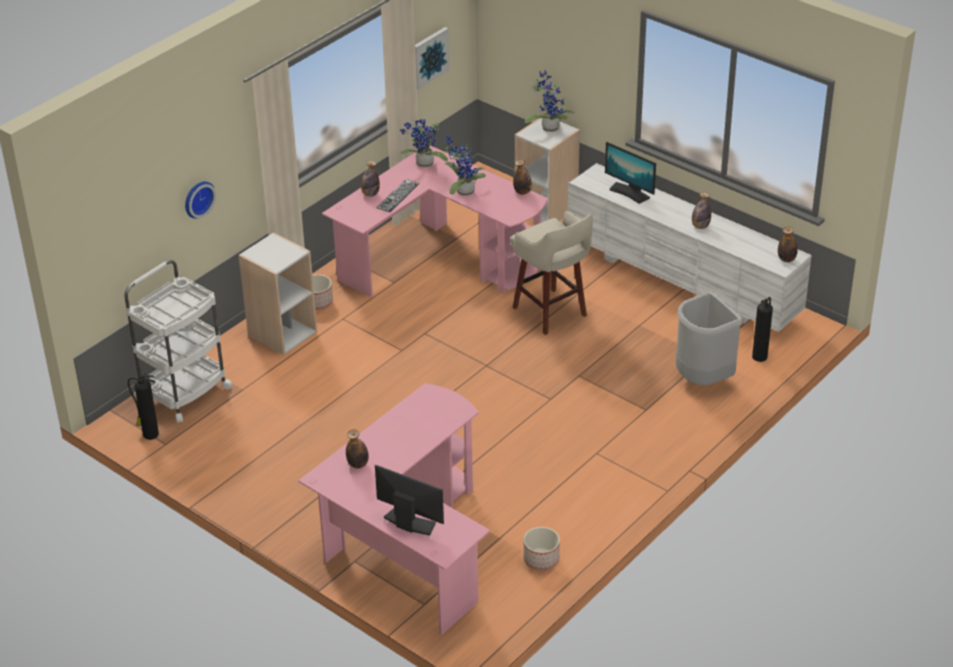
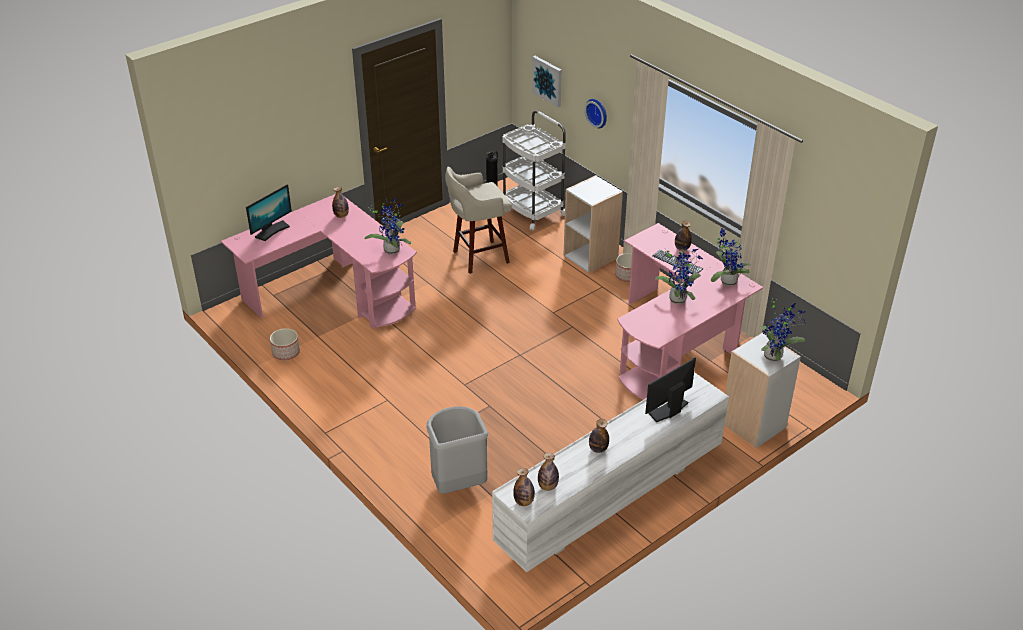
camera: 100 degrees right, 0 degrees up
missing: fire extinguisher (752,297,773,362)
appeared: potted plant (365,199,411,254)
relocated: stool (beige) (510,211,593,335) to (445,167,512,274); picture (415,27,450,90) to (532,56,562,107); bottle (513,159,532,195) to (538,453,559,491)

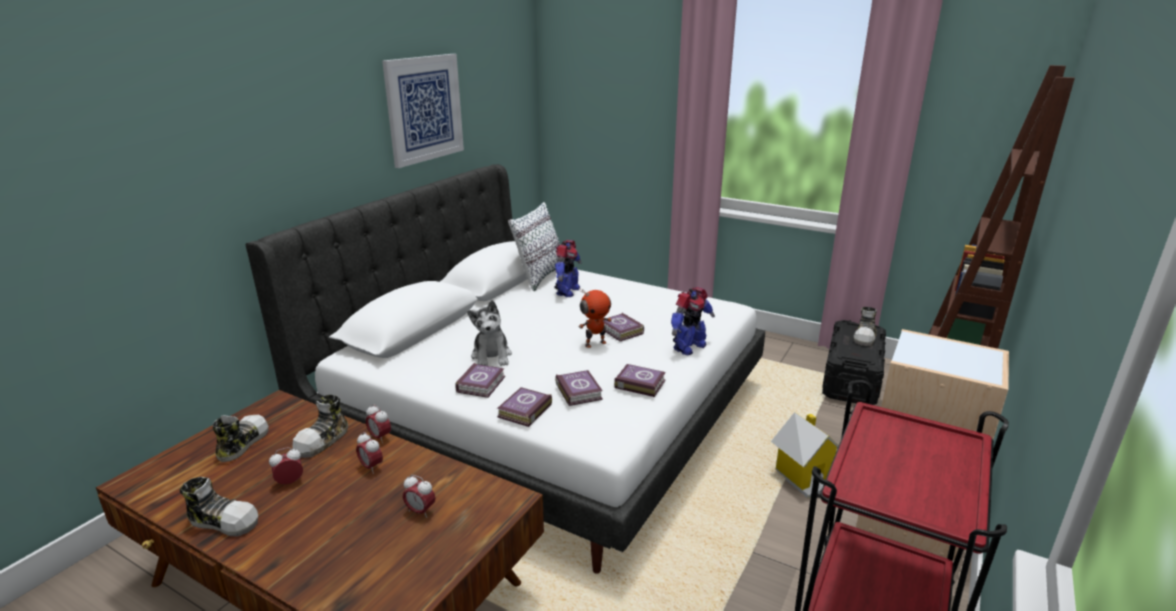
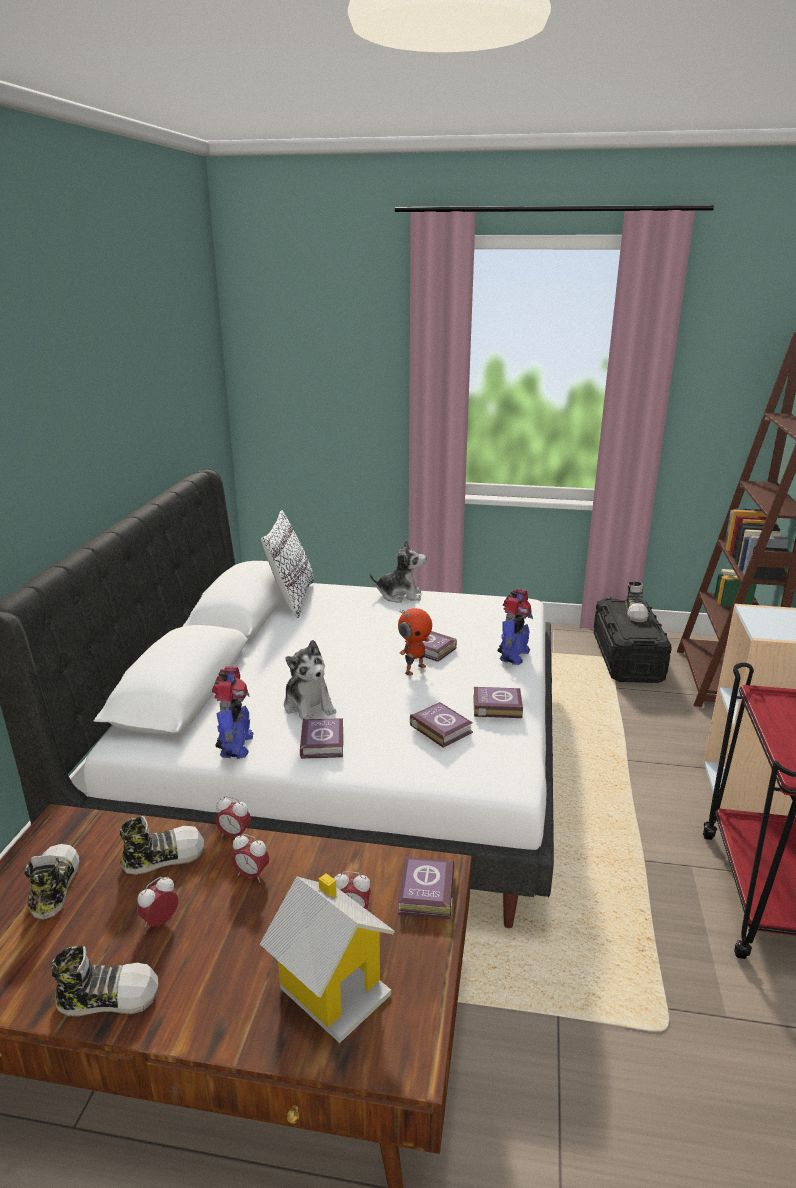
camera: 20 degrees left, 0 degrees up
missing: picture (382,54,464,168)
appeared: plush toy (369,539,426,603)
relocated: toy robot (554,240,582,297) to (212,666,254,759); toy house (771,412,839,498) to (260,873,395,1043); book (497,387,552,427) to (398,857,455,919)
spun: shoe (292,395,348,458) = (120,816,204,875) 120 degrees counterclockwise

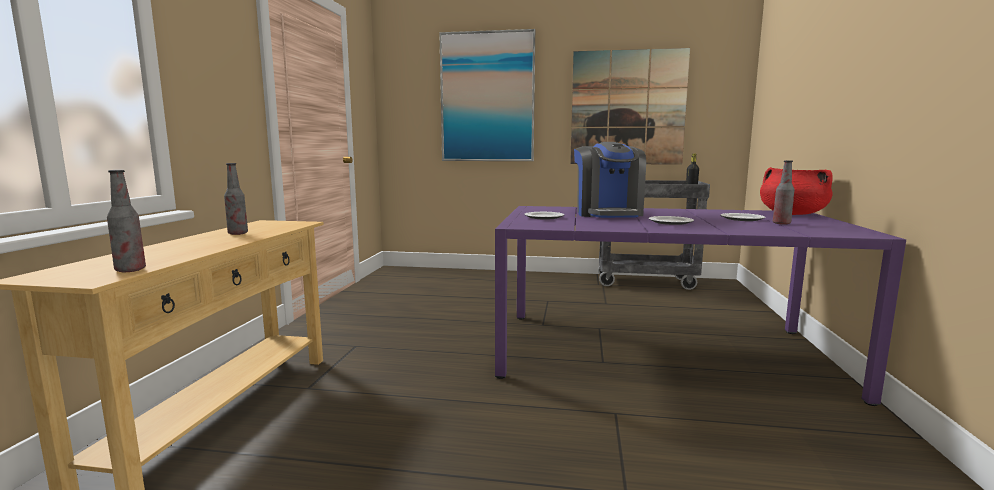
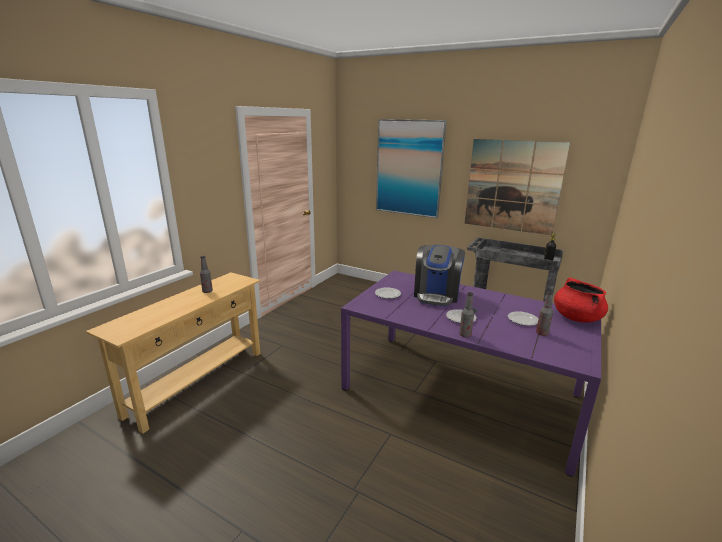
camera: 20 degrees right, 10 degrees up
relocated: bottle (107,170,146,272) to (459,292,474,337)

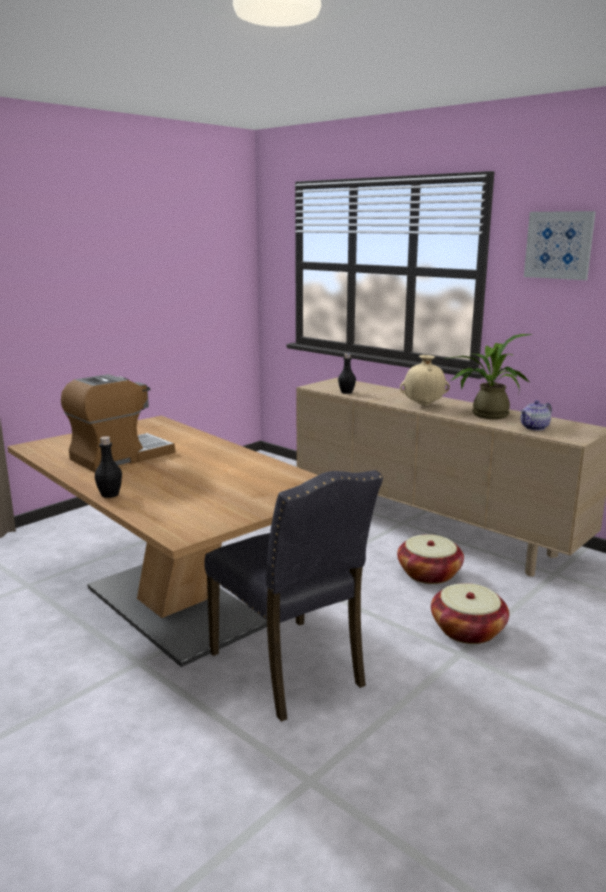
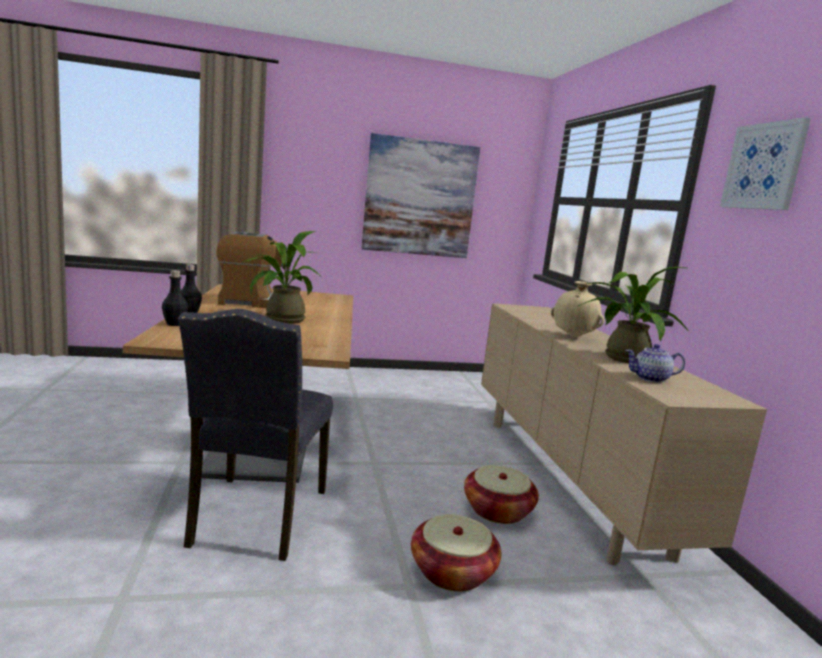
camera: 35 degrees right, 5 degrees down
appeared: potted plant (243,231,319,324); picture (361,133,481,258)
relocated: bottle (black) (338,353,356,394) to (162,270,188,326)

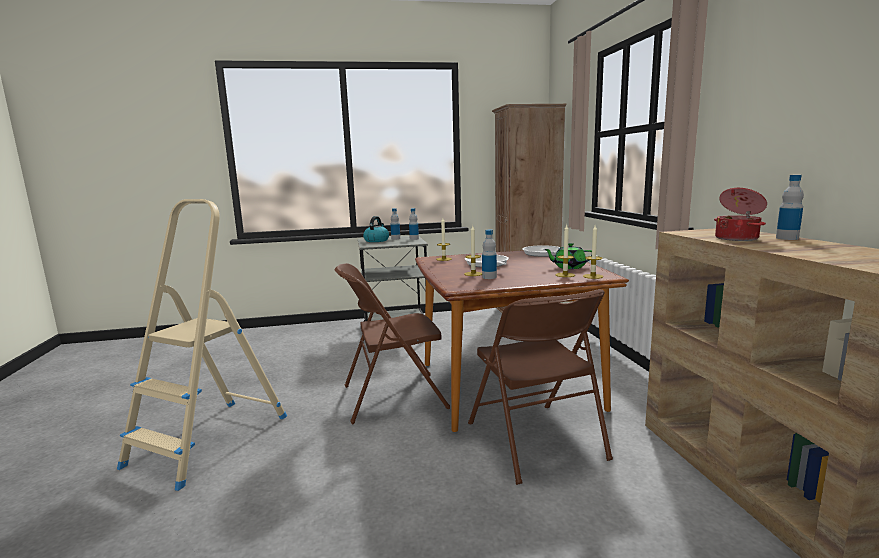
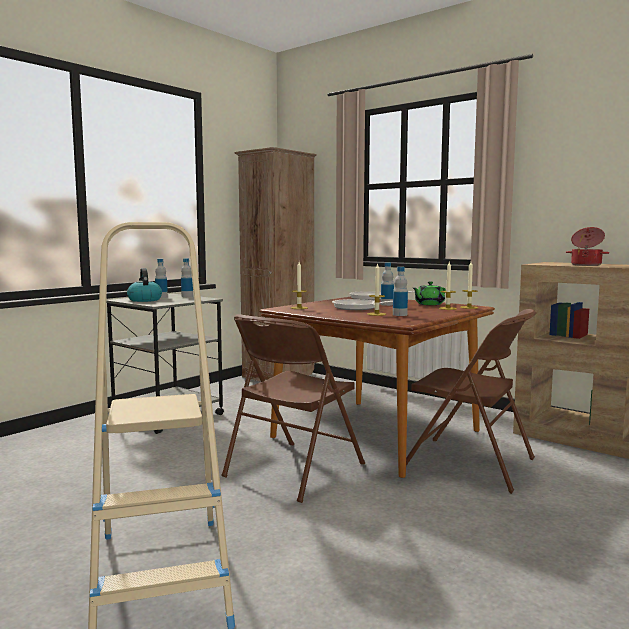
camera: 40 degrees left, 5 degrees down
relocated: bottle (776,175,804,240) to (381,262,394,306)

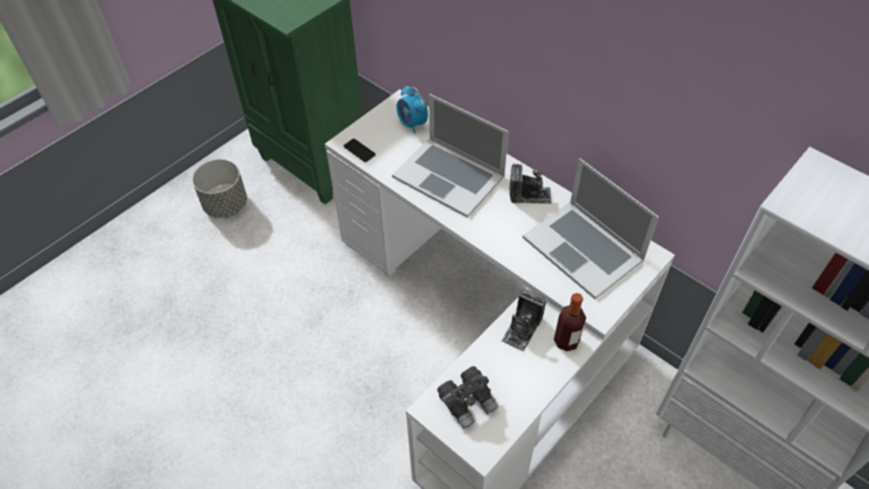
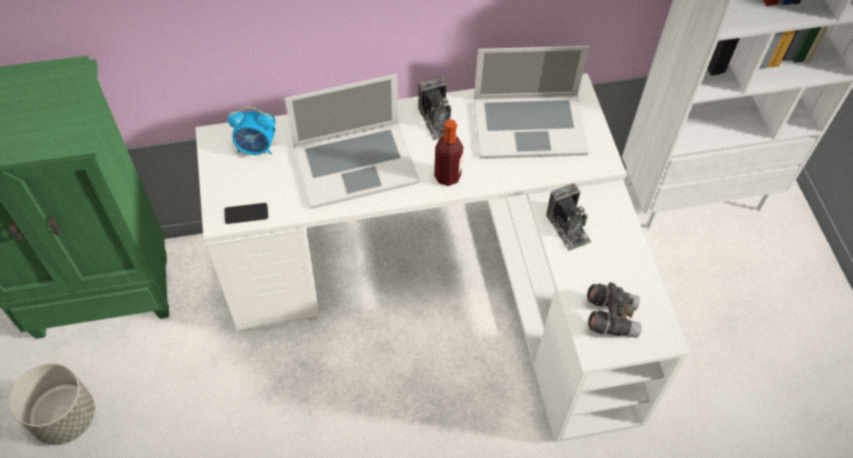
camera: 55 degrees left, 5 degrees up
relocated: bottle (554,293,586,351) to (434,119,463,186)
spun: photo camera (510,164,552,204) = (418,77,451,141) 120 degrees clockwise

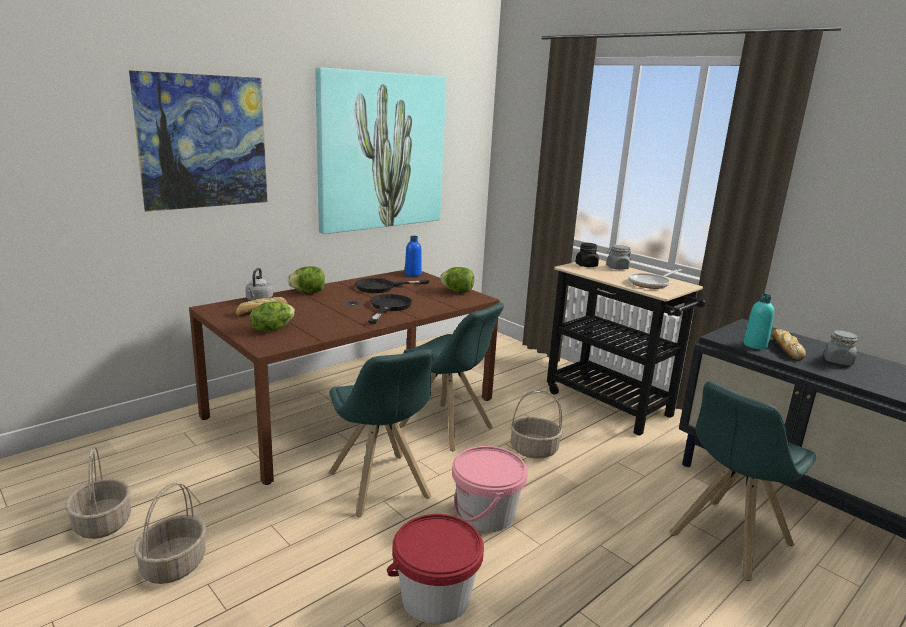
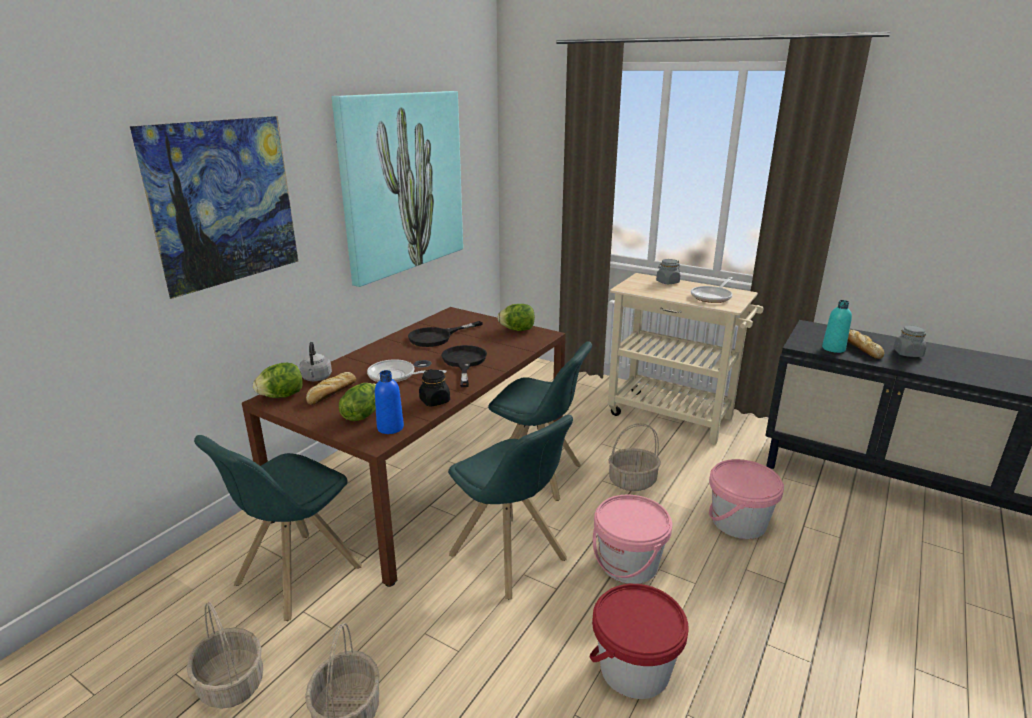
camera: 15 degrees left, 5 degrees up
appeared: frying pan (367,359,447,382); bucket (pink) (709,459,784,539)
relocated: chair (turquoise) (669,381,816,581) to (194,435,362,621); lettuce (288,266,325,293) to (253,363,303,398); bottle (blue) (405,236,421,276) to (375,370,404,434); jar (black) (575,243,599,267) to (419,369,450,407)
colour: cart (black) (547,259,705,436) to cart (beige) (608,273,764,445)

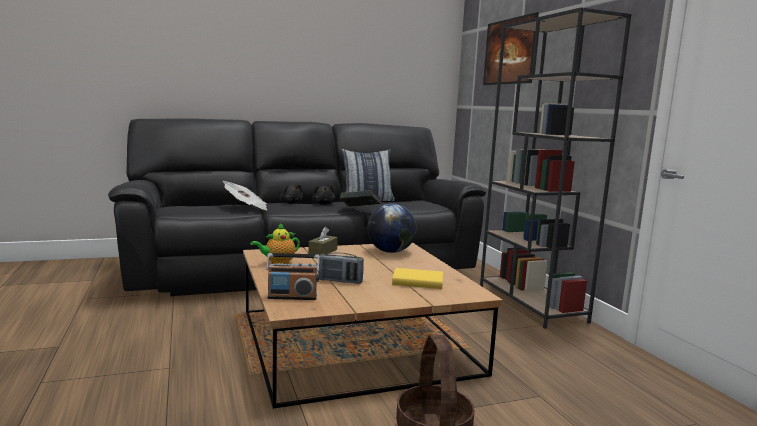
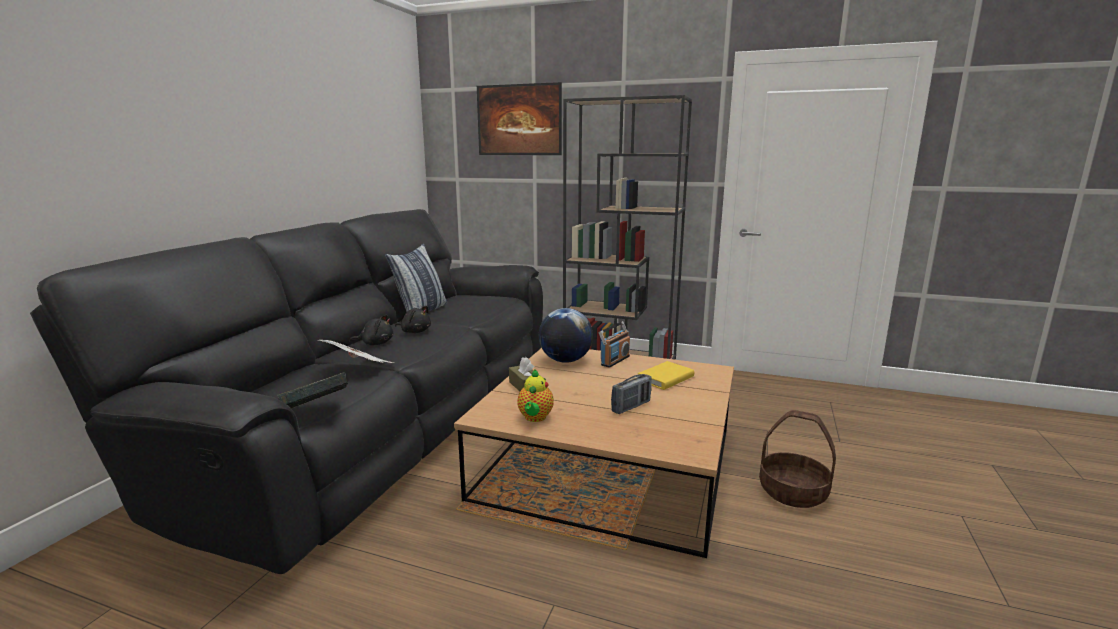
camera: 50 degrees left, 5 degrees up
relocated: book (340,190,381,207) to (277,372,348,408); radio (266,253,320,300) to (599,321,630,368)

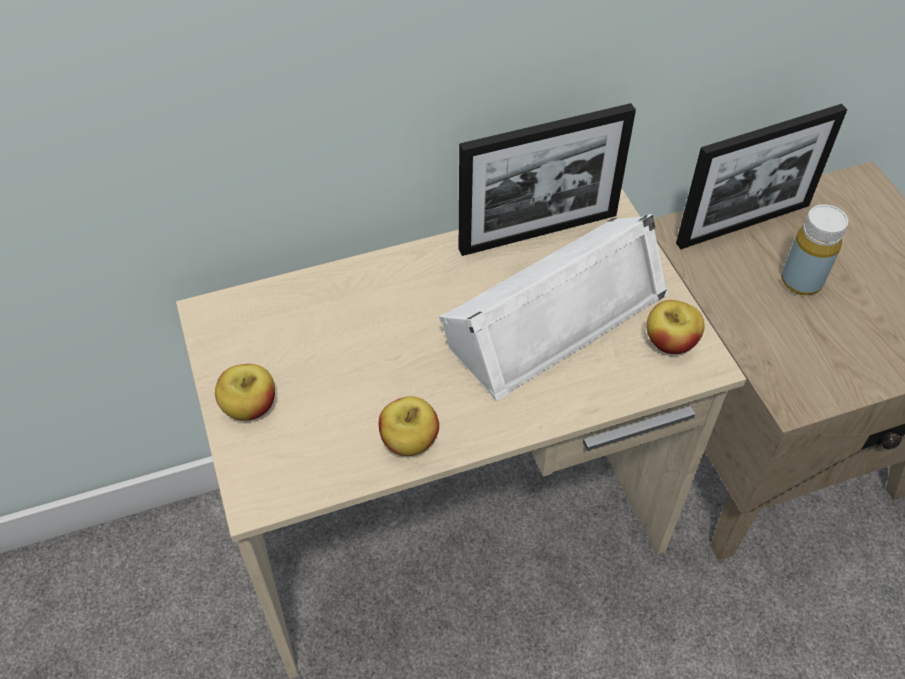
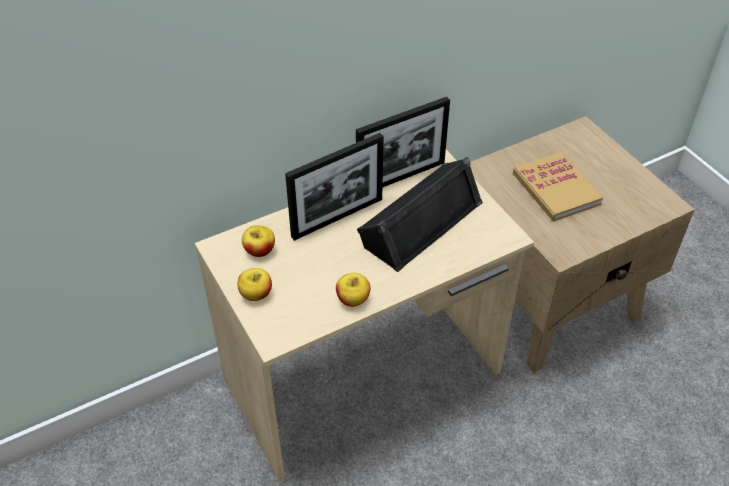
camera: 10 degrees left, 5 degrees down
relocated: apple (647,300,704,354) to (242,225,275,257); picture frame (676,104,848,249) to (285,133,384,241)
exchanged: bottle (yellow) (781,204,848,295) to book (513,152,603,221)
colour: speaker (white) (439,214,668,401) to speaker (black) (357,157,483,272)

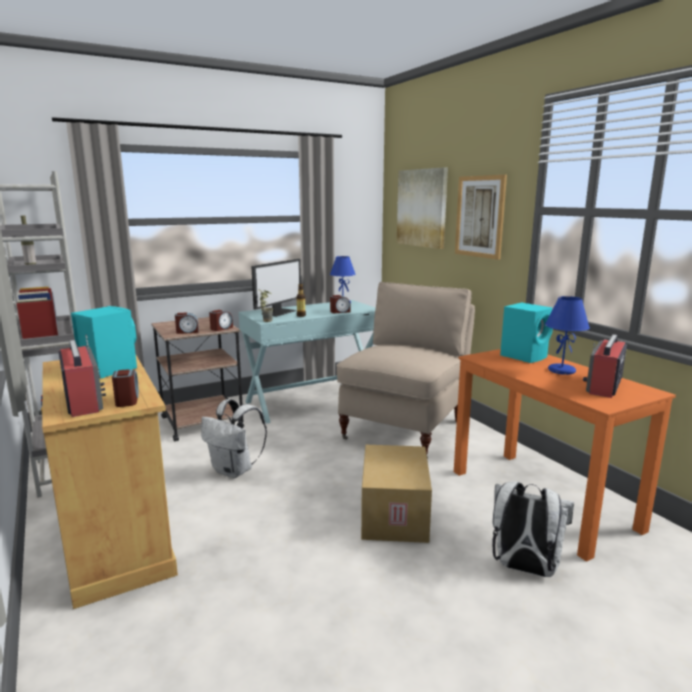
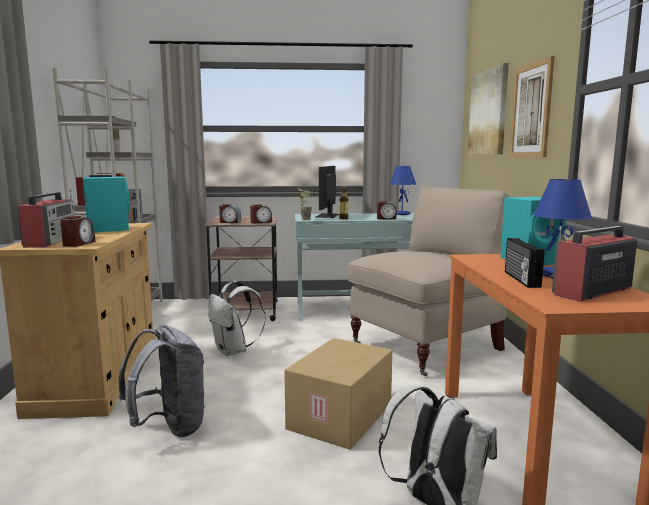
camera: 25 degrees right, 5 degrees down
appeared: backpack (grey) (118,325,206,438); radio (505,238,545,288)
spun: monitor (251,259,301,317) = (315,166,340,218) 135 degrees clockwise

